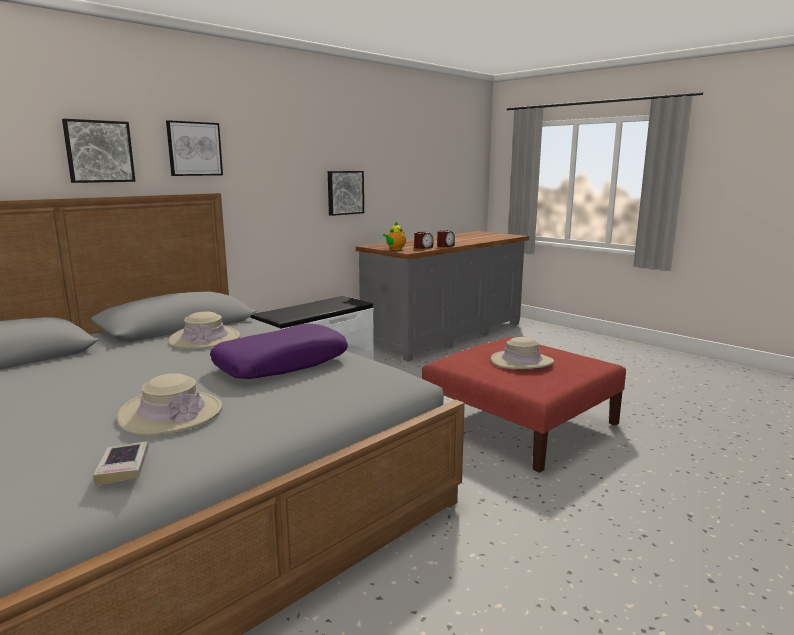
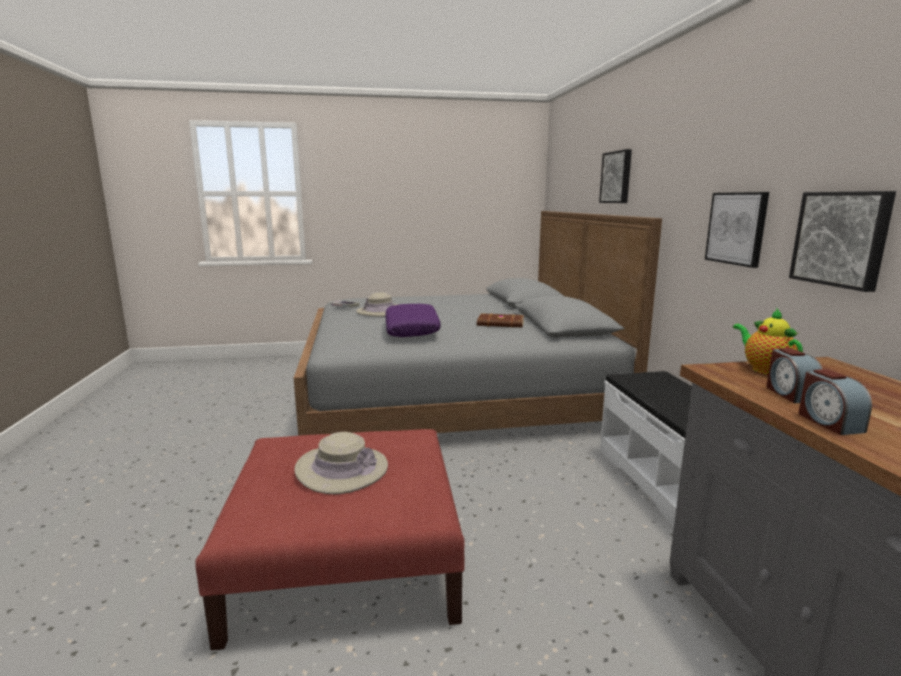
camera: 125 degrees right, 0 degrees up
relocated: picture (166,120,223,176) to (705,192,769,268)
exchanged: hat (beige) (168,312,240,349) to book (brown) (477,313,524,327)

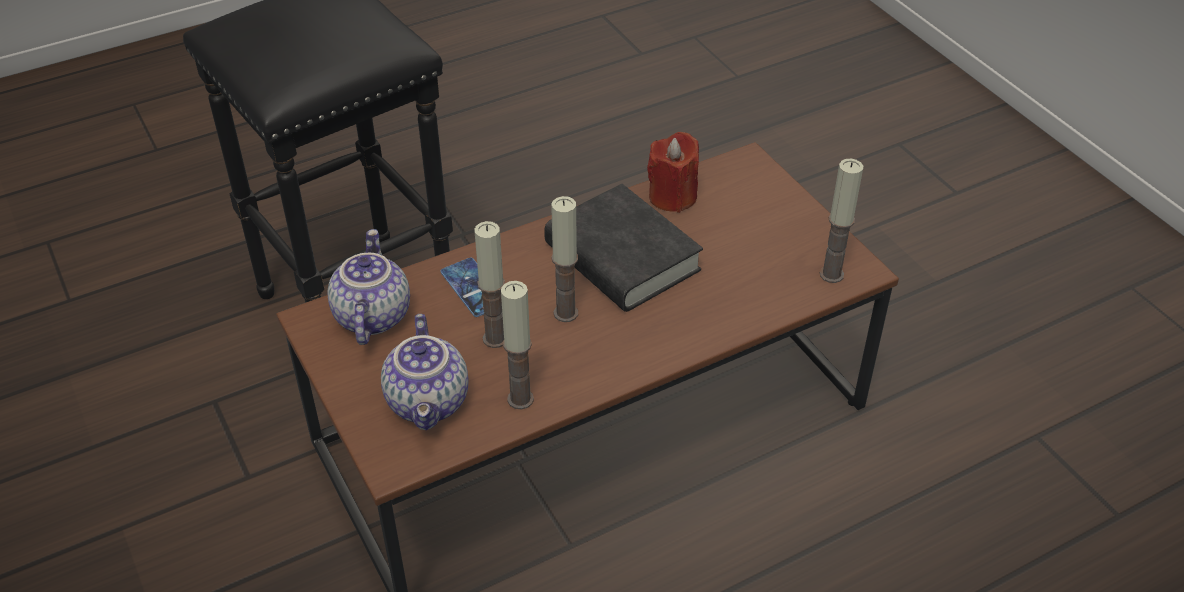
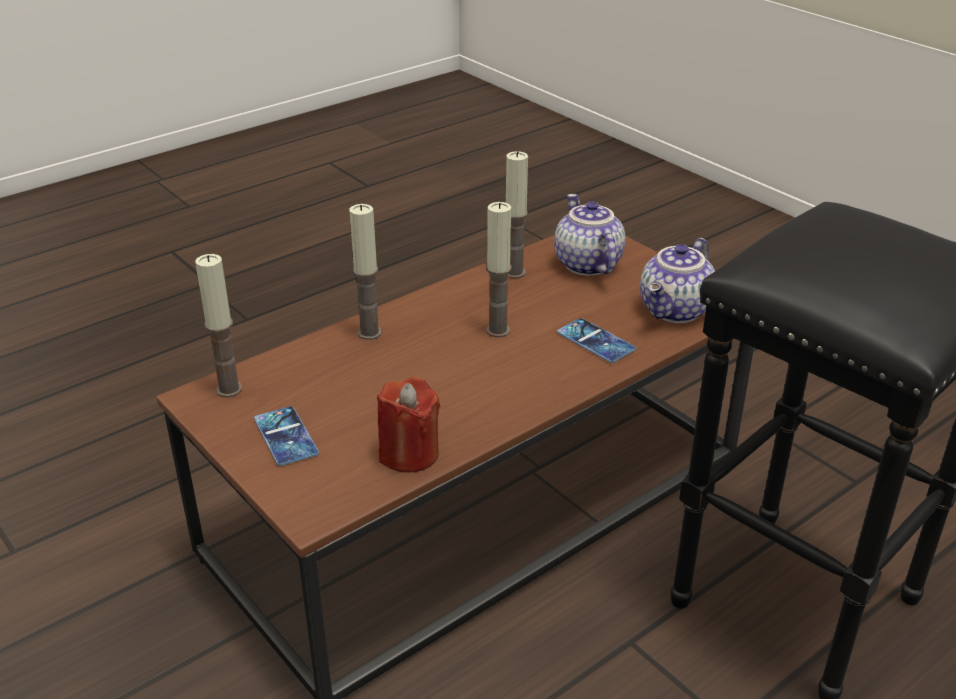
camera: 170 degrees right, 10 degrees down
missing: book (black) (544,184,703,312)
appeared: phone (254,406,319,466)
relocated: candle (474,221,505,348) to (349,204,382,340)
spun: teapot (327,229,410,345) = (640,238,715,323) 45 degrees clockwise

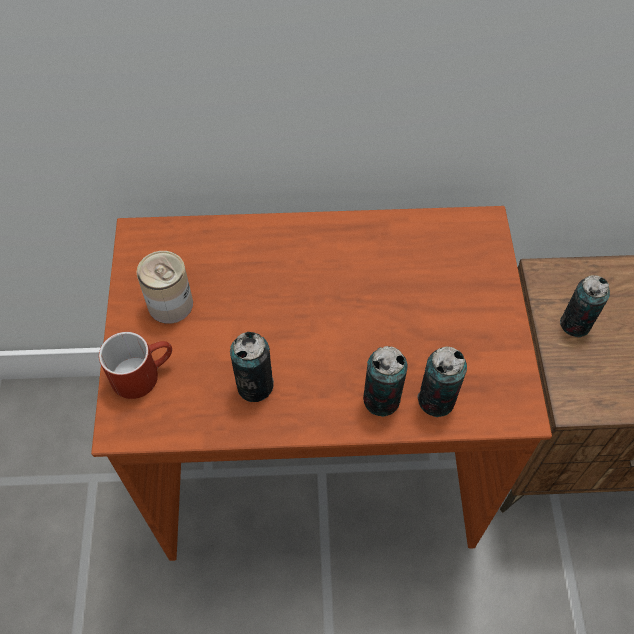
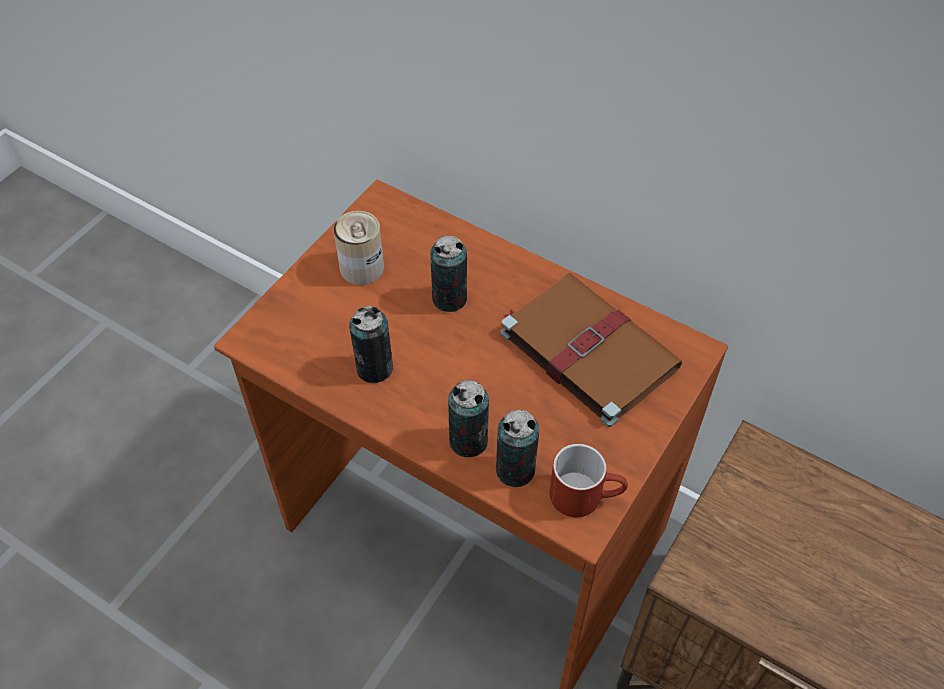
camera: 35 degrees right, 5 degrees down
appeared: book (brown) (500,273,682,427)
relocated: can (560,275,610,337) to (430,236,467,312); mug (red) (99,332,172,399) to (550,444,628,517)

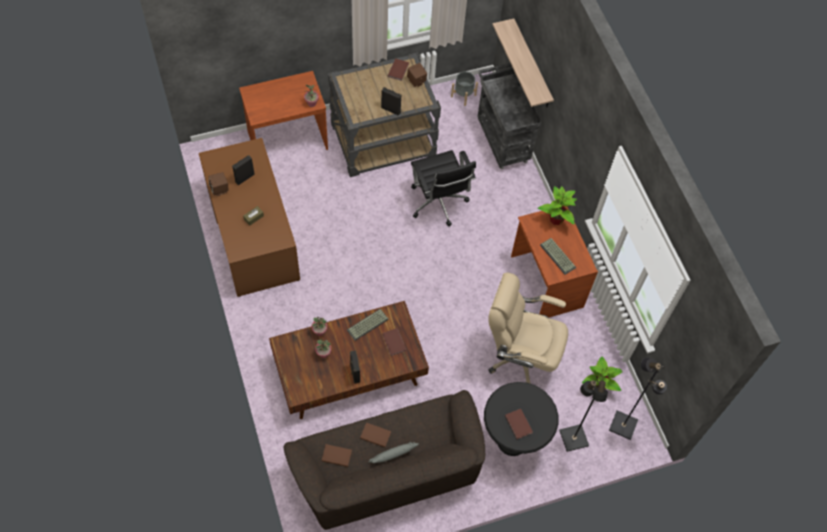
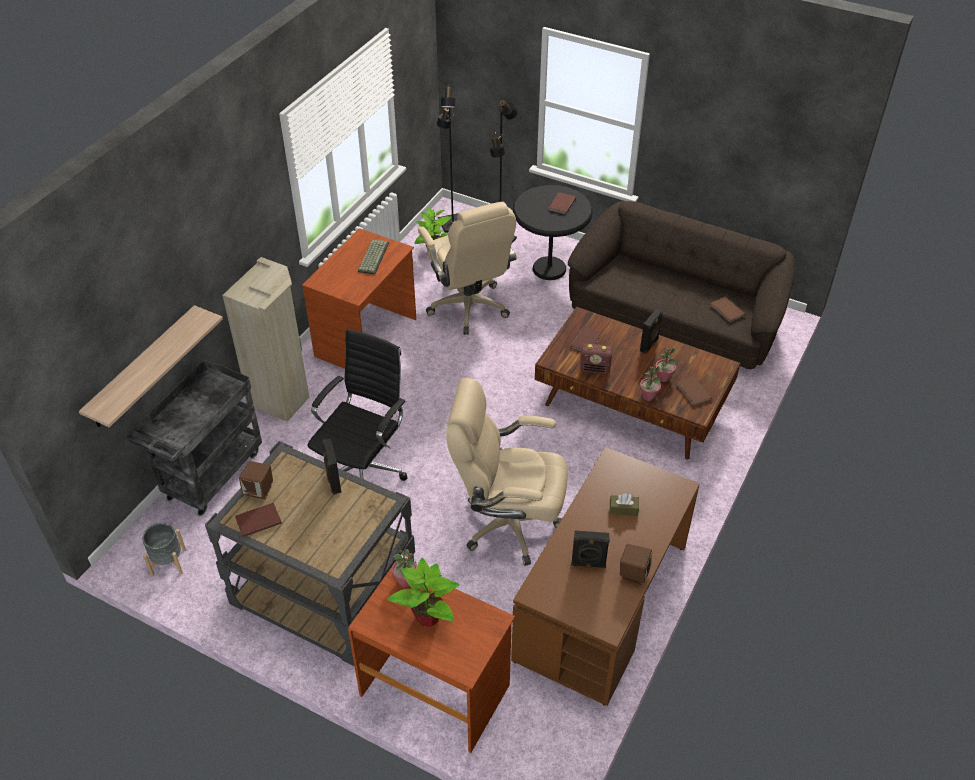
camera: 130 degrees left, 15 degrees down
missing: pillow (grey) (369,442,419,463)
appeared: cabinet (beige) (222,257,309,422); office chair (beige) (446,378,568,566)
relocated: potted plant (538,186,577,225) to (387,558,459,627); book (brown) (360,422,391,447) to (676,376,712,407)
exchanged: keyboard (347,309,389,341) to radio (580,343,613,374)

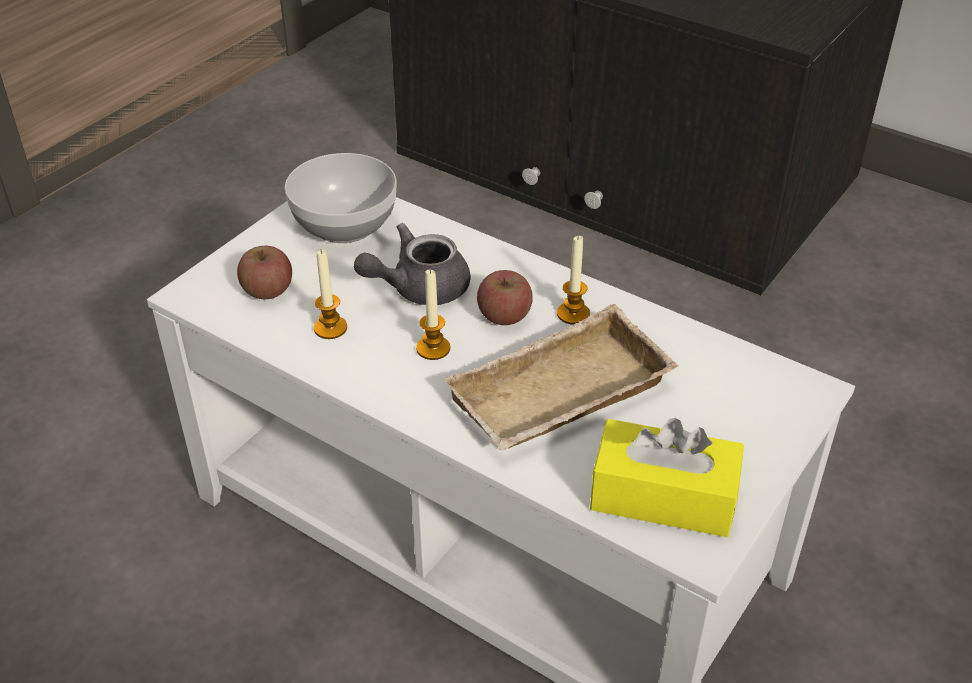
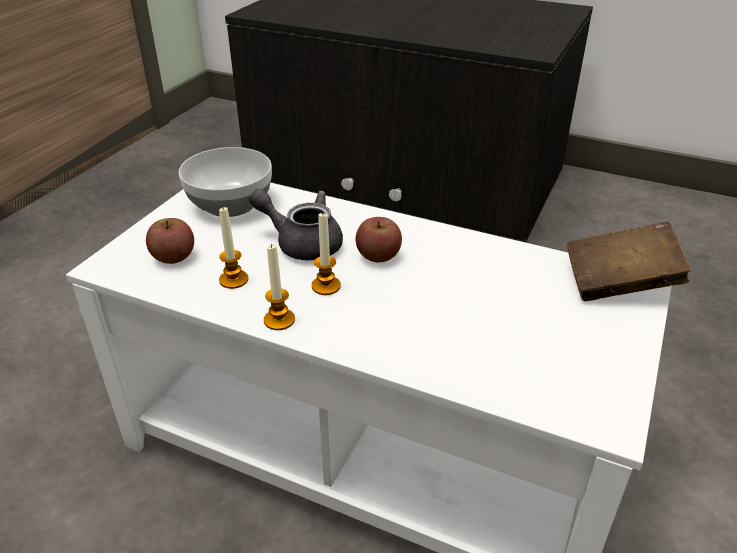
camera: 10 degrees left, 5 degrees down
missing: tray (beige) (443,304,679,451); tissue box (yellow) (590,418,744,537)
appeared: book (brown) (567,221,691,301)
relocated: candle (557,235,590,325) to (264,243,295,330)
spun: teapot (grey) (354,223,470,305) = (249,189,343,260) 60 degrees clockwise

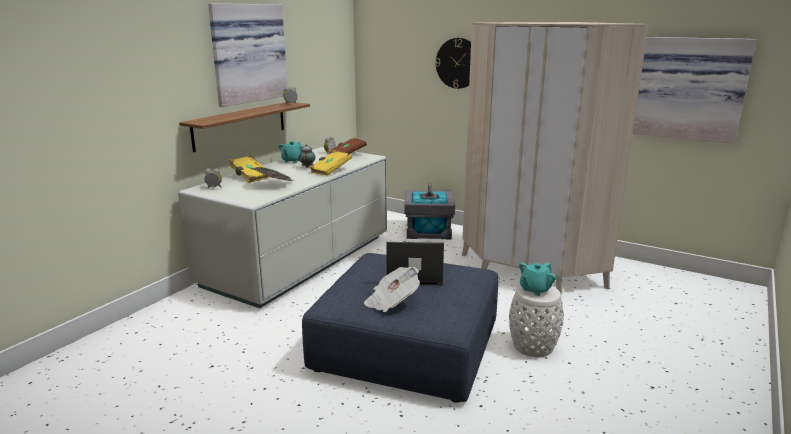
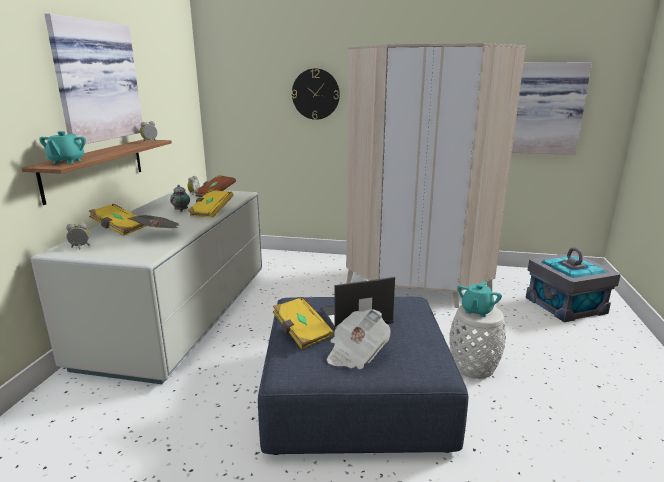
camera: 20 degrees left, 0 degrees up
appeared: book (yellow) (273,297,334,349)
relocated: teapot (turquoise) (278,141,303,163) to (39,131,86,164); storage box (grey) (405,182,455,239) to (526,247,621,322)

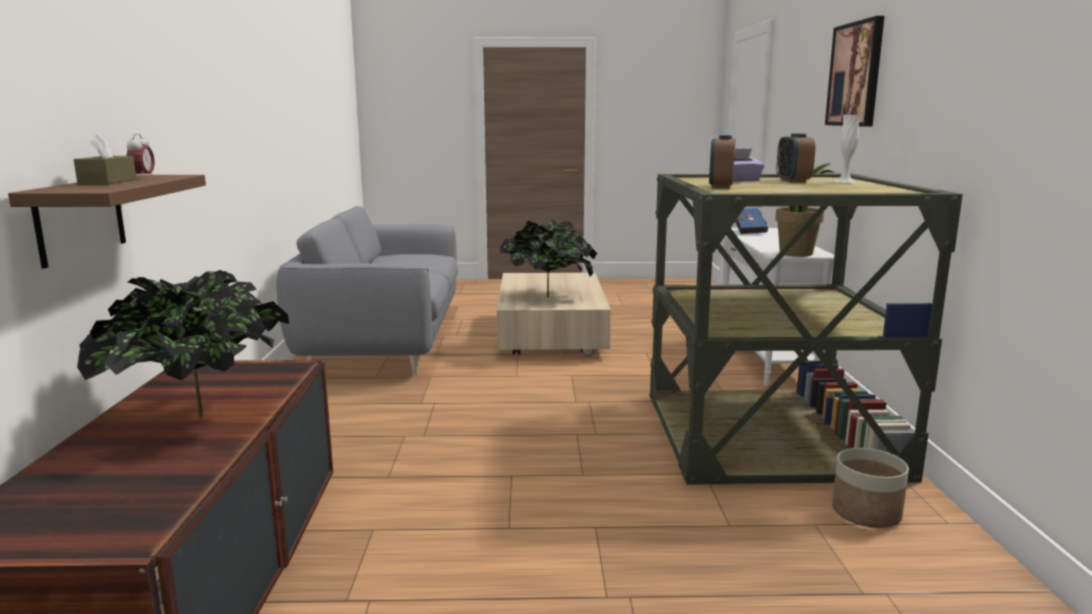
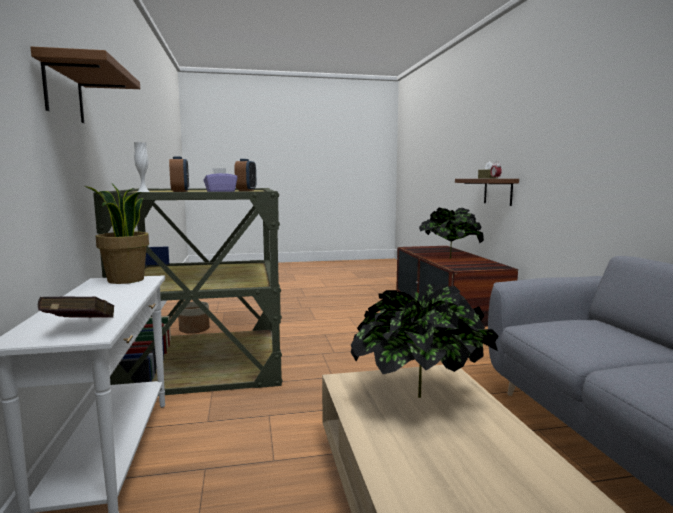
camera: 170 degrees right, 5 degrees down
exchanged: picture (825,16,884,127) to shelf (brown) (31,47,140,123)
colour: book (blue) (735,208,768,234) to book (red) (38,296,114,318)

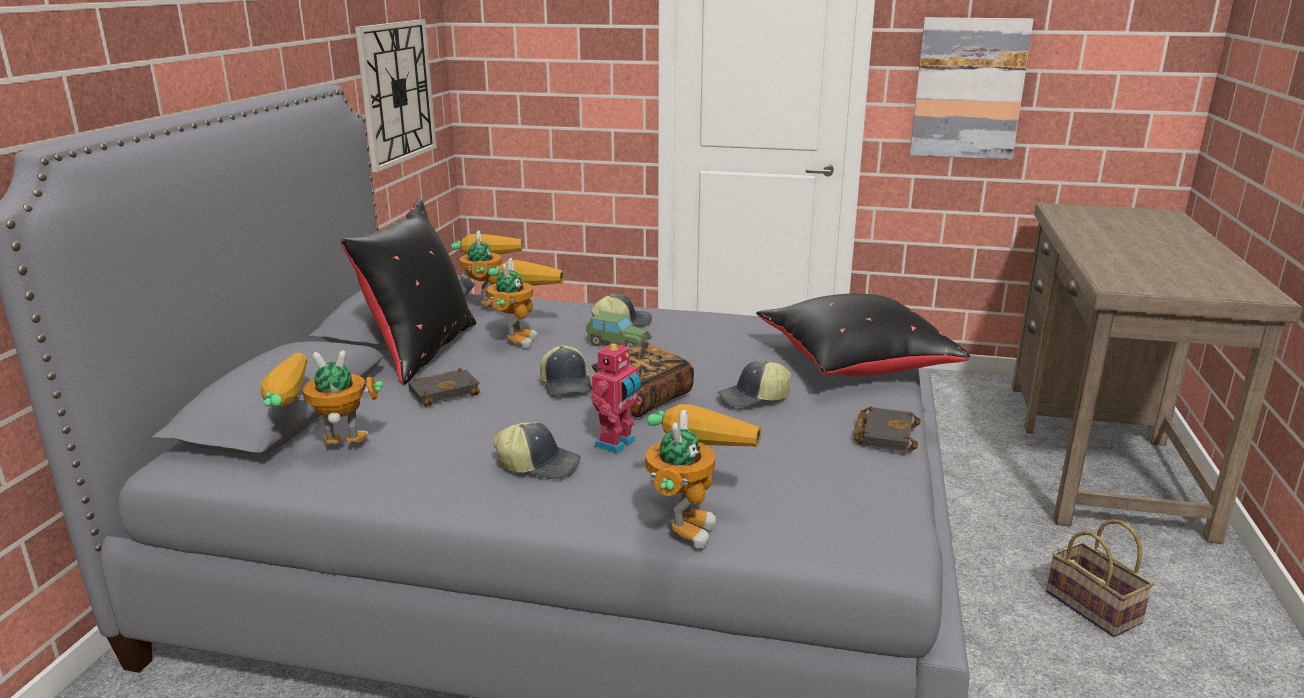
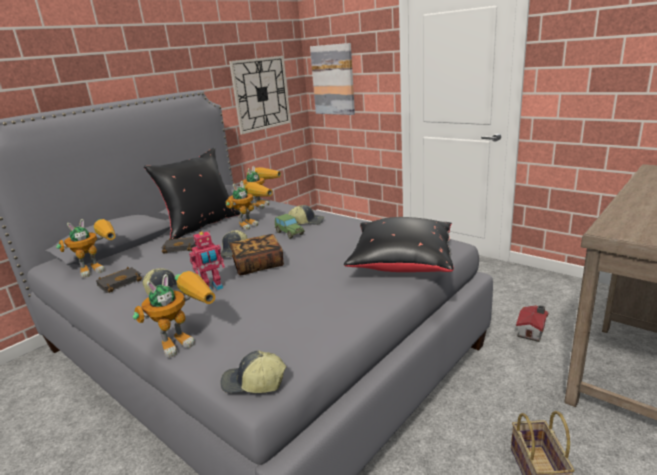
camera: 30 degrees right, 0 degrees up
appeared: toy house (516,305,549,342)
relocated: book (black) (854,406,921,453) to (96,267,142,293); cap (717,360,791,408) to (220,350,286,393); picture (910,17,1034,160) to (310,43,355,115)
spun: toy robot (260,350,383,445) = (56,219,116,278) 120 degrees clockwise

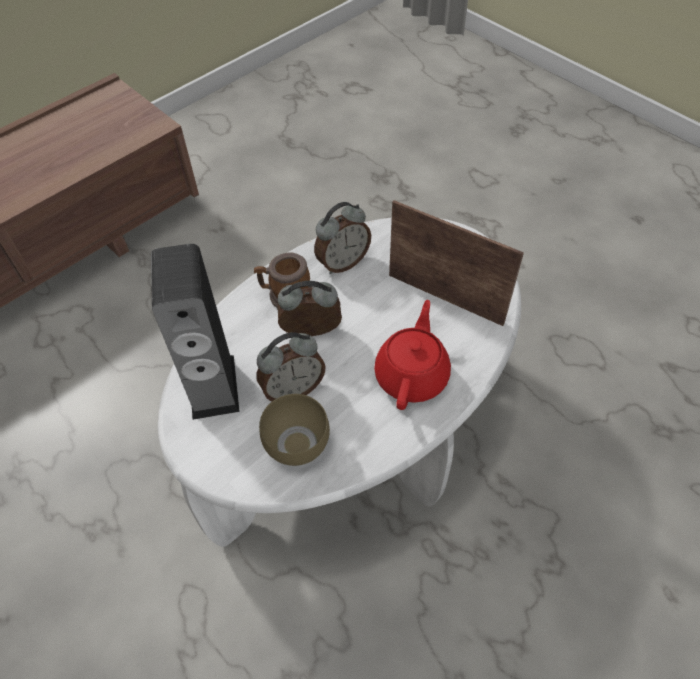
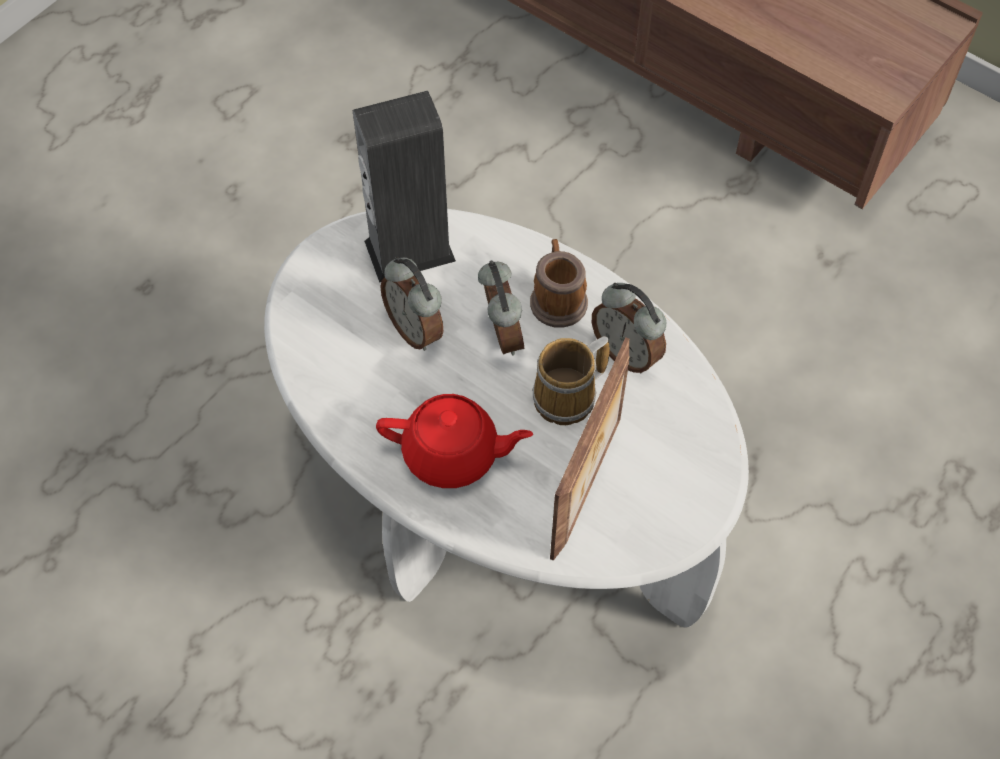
camera: 80 degrees right, 5 degrees up
missing: bowl (brown) (259,394,330,466)
appeared: mug (532,336,610,425)

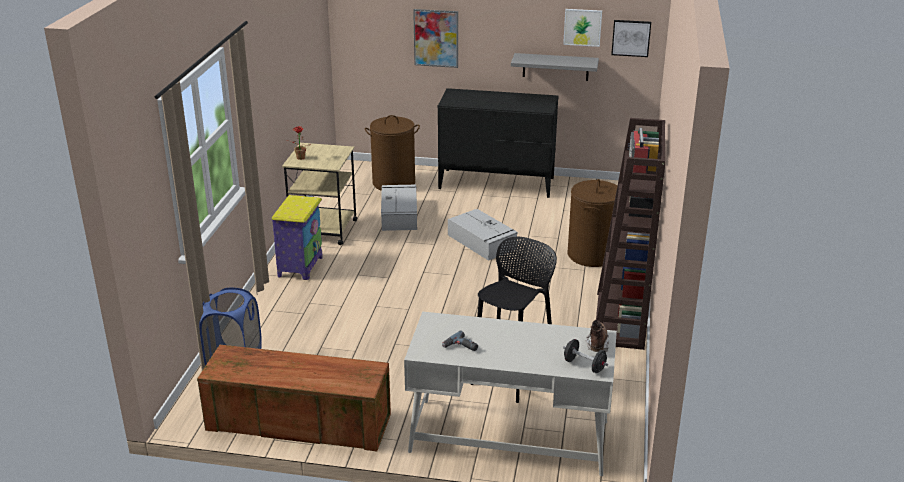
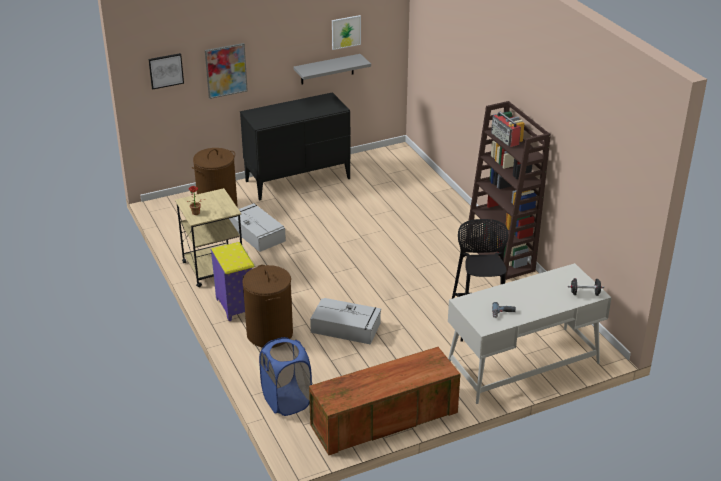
camera: 35 degrees left, 5 degrees up
missing: boot (brown) (586,320,609,352)
relocated: picture (611,20,651,57) to (148,53,184,90); laundry basket (brown) (567,179,617,267) to (242,265,293,348); storage box (grey) (448,209,518,261) to (310,298,381,345)

